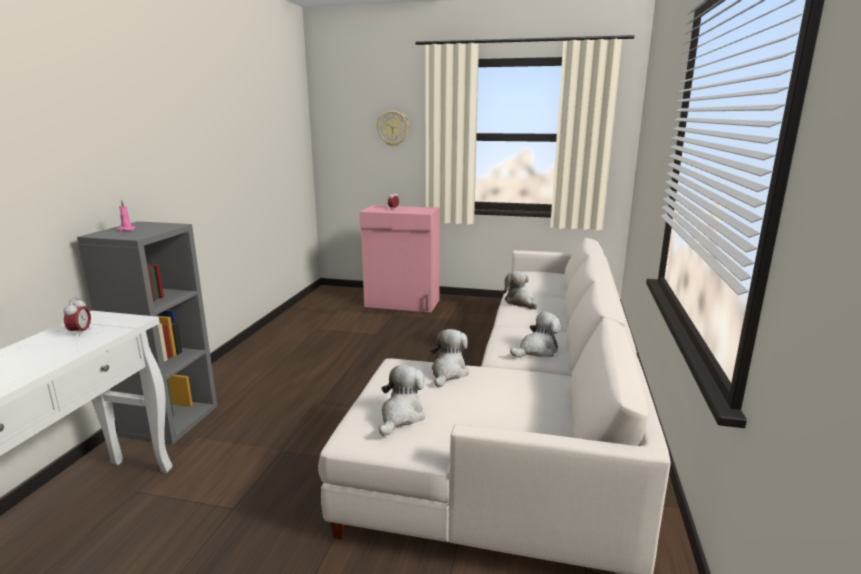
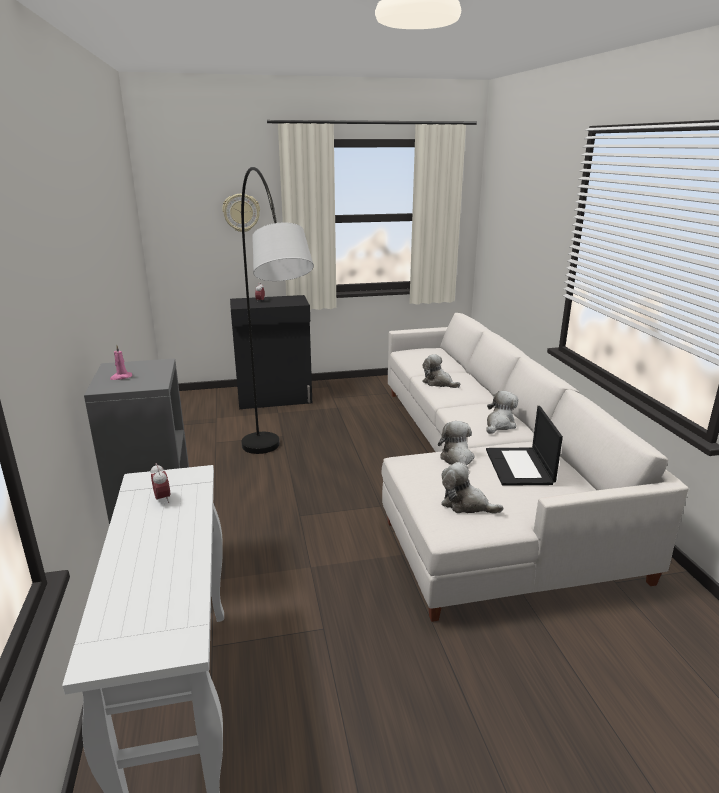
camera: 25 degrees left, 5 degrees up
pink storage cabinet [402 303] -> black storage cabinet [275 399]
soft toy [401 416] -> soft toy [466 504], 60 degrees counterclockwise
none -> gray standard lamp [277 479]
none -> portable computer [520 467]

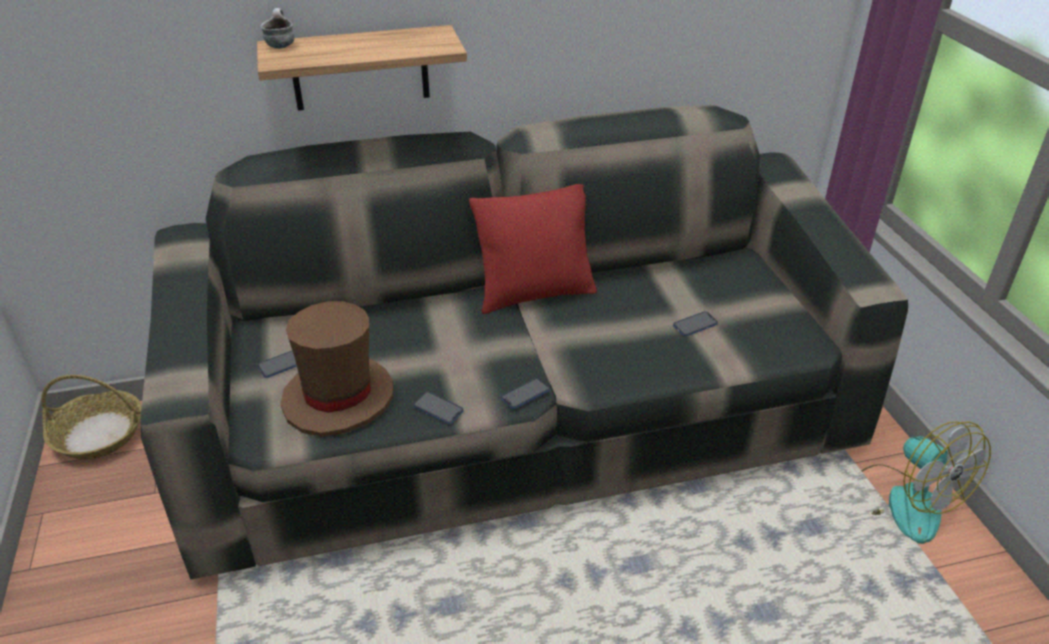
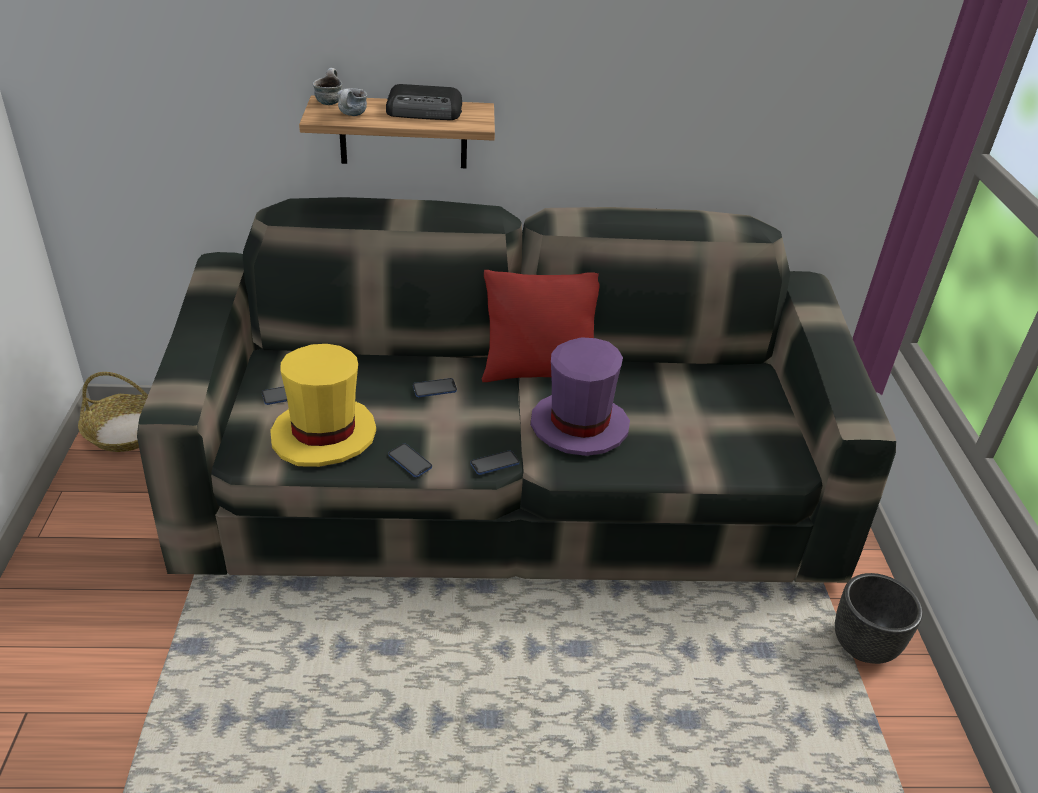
camera: 10 degrees right, 0 degrees up
brown-coloured clothing hat [339 398] -> yellow clothing hat [324 435]
phone [695 325] -> phone [434 389], shifted
cooling fan [901 502] -> black plant pot [864 645]
none -> coffee mug [352 115]
none -> radio receiver [425 111]
none -> purple clothing hat [579 426]

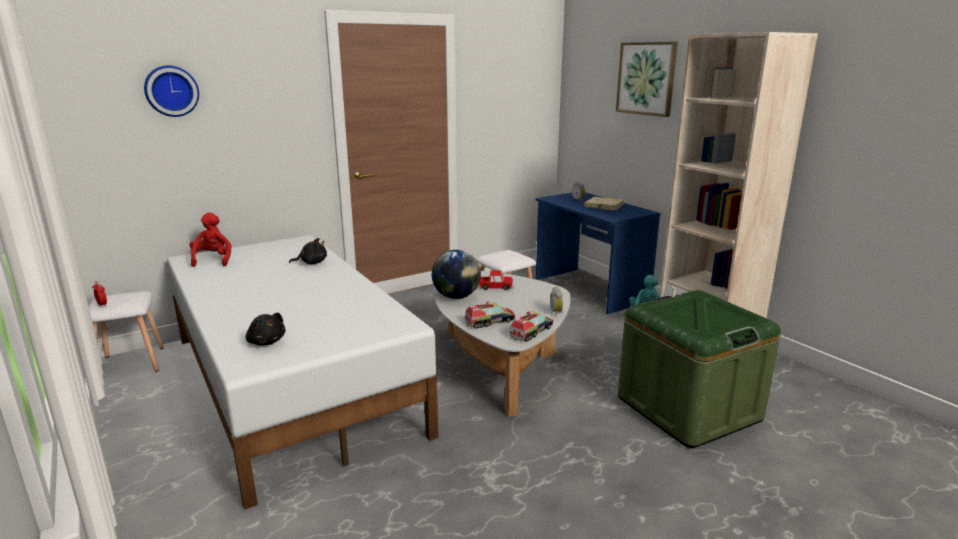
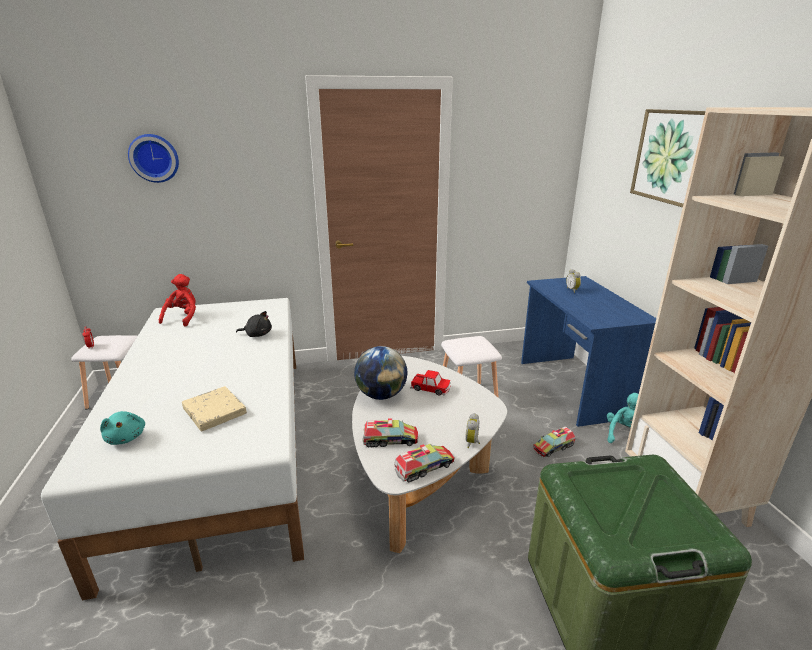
camera: 20 degrees right, 5 degrees up
black soft toy [266 342] -> blue-green soft toy [126 437]
beige bound book [604 206] -> beige bound book [214 411], shifted
none -> model truck [553 447]

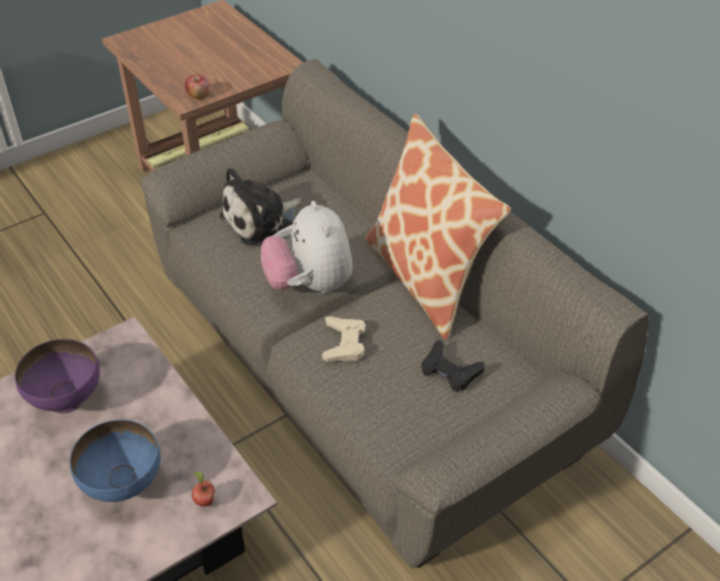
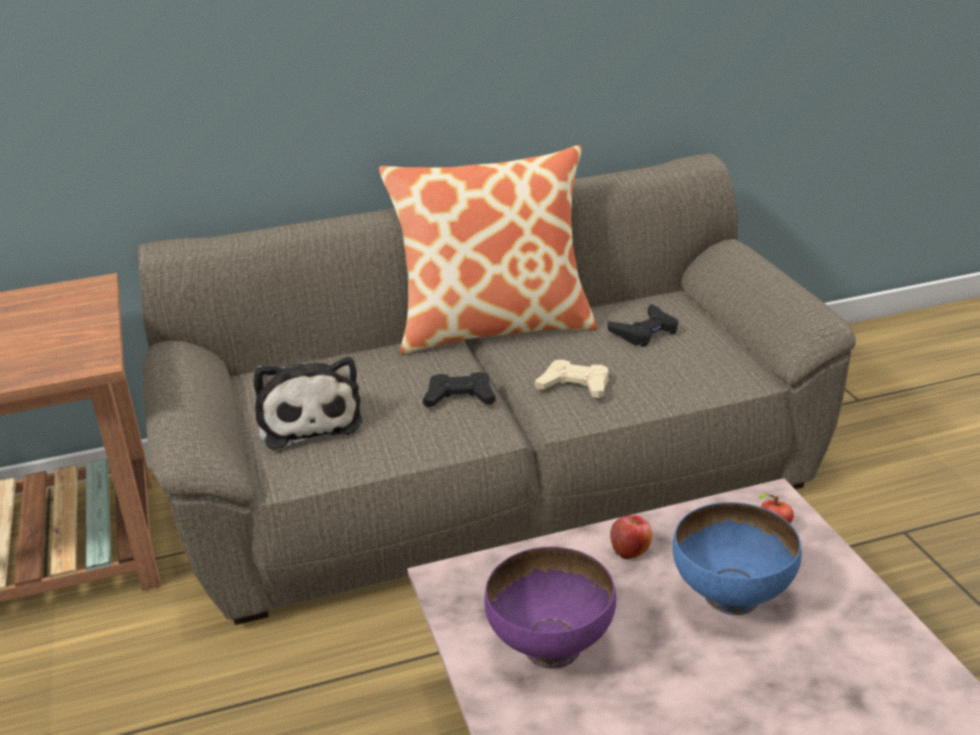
camera: 70 degrees left, 15 degrees down
apple fruit [198 95] -> apple fruit [631 550], shifted
soft toy [309 284] -> black gamepad [460 397]

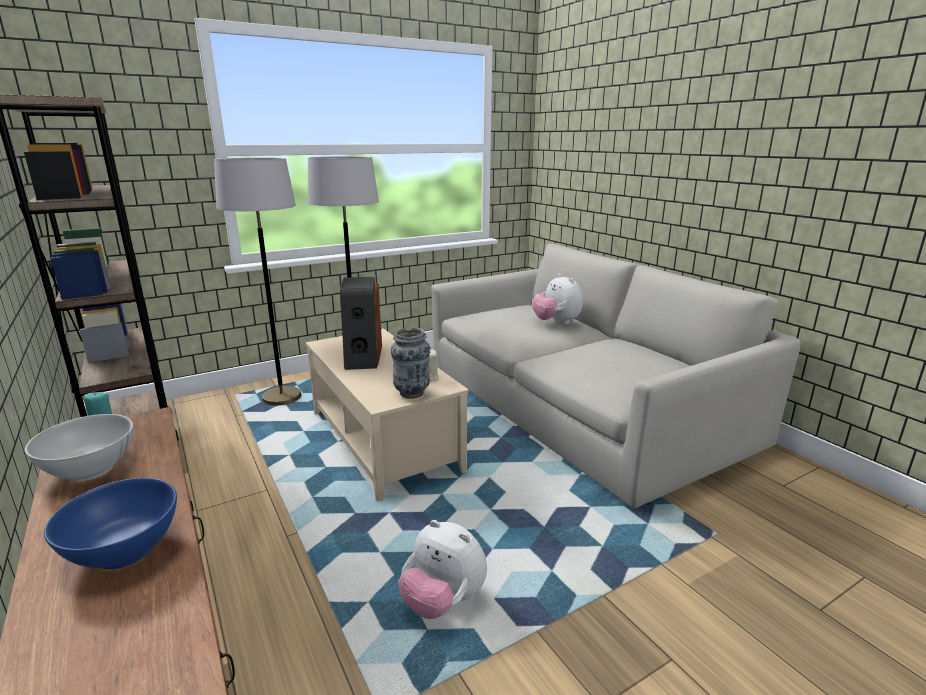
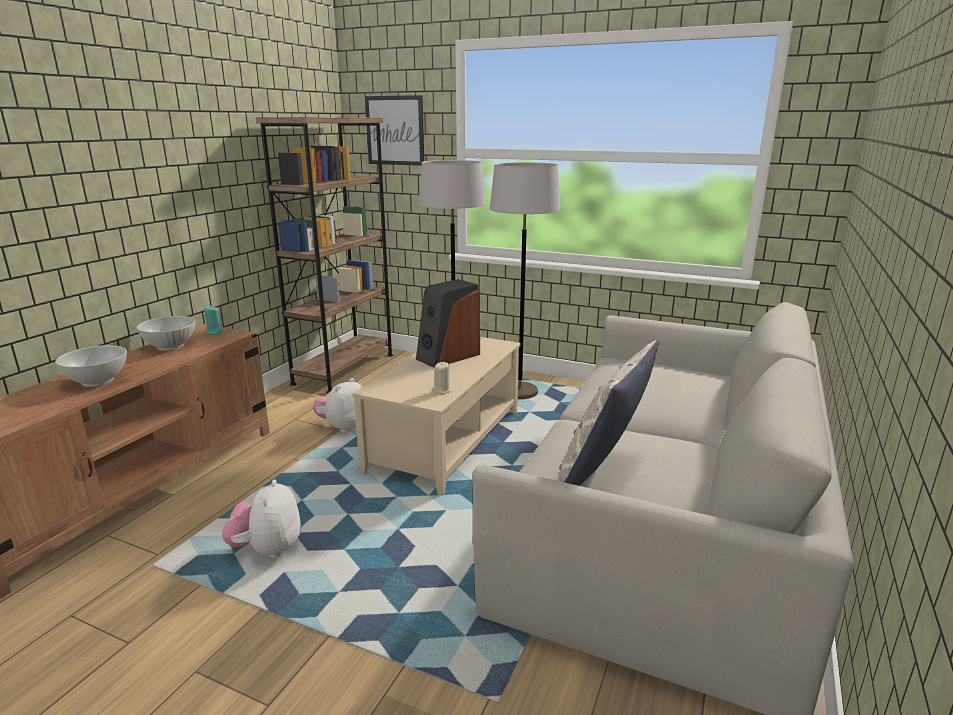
camera: 55 degrees right, 0 degrees up
blue bowl [125 551] -> whitish bowl [97 381]
vase [412 393] -> none
soft toy [556 322] -> soft toy [343 427], shifted
none -> wall picture [395 130]
none -> throw pillow [600 478]

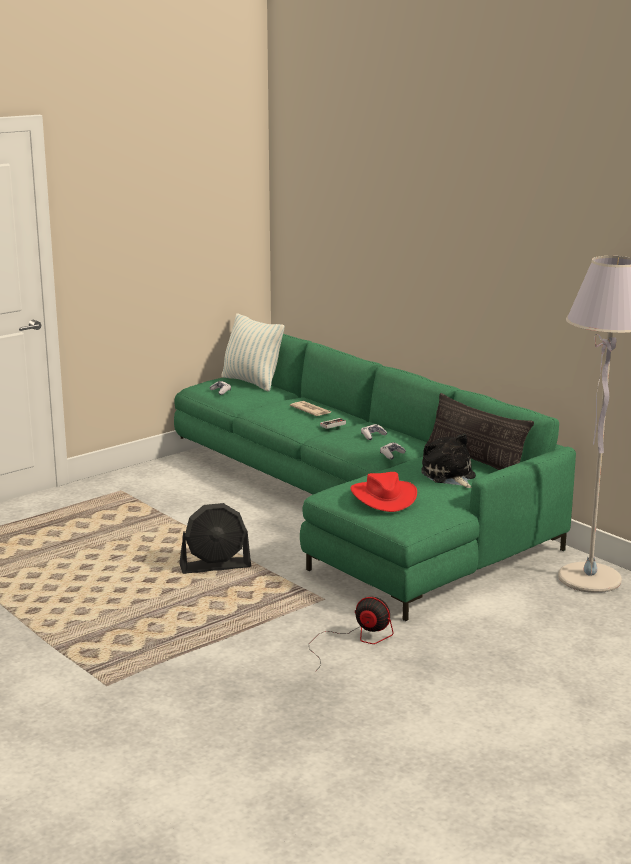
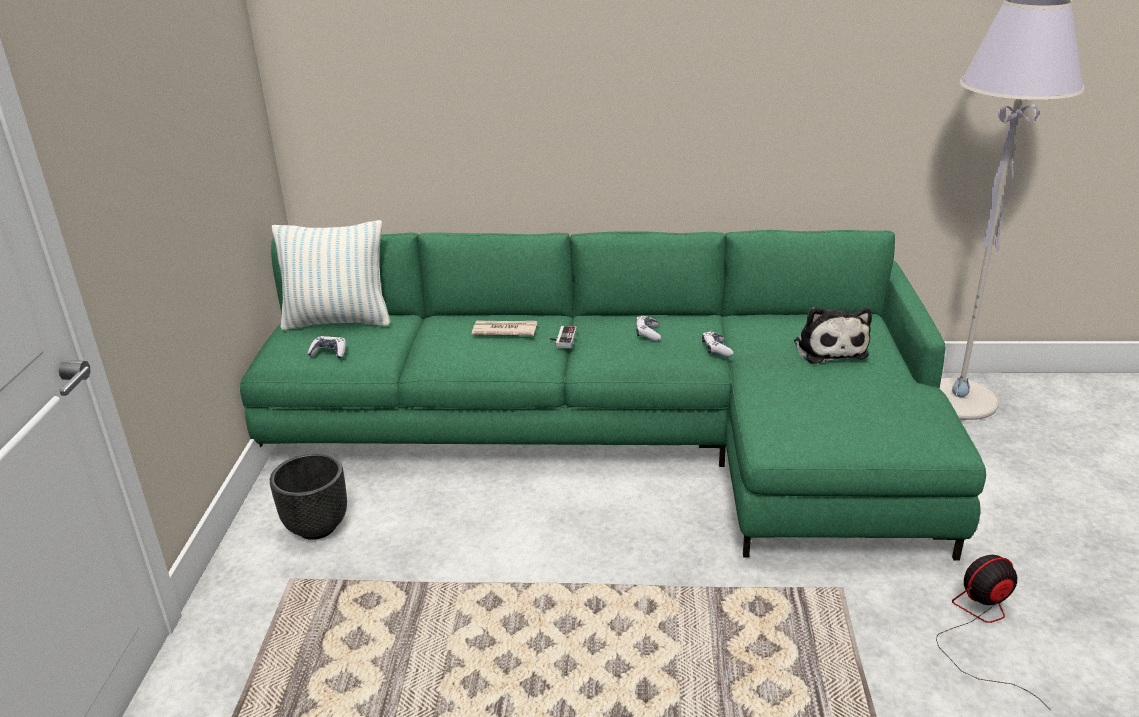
camera: 45 degrees left, 10 degrees up
black cooling fan [215 566] -> none
reddish clothing hat [383 497] -> none
soft toy [449 476] -> soft toy [829 348], 120 degrees counterclockwise
throw pillow [475 462] -> none
none -> black plant pot [318 527]

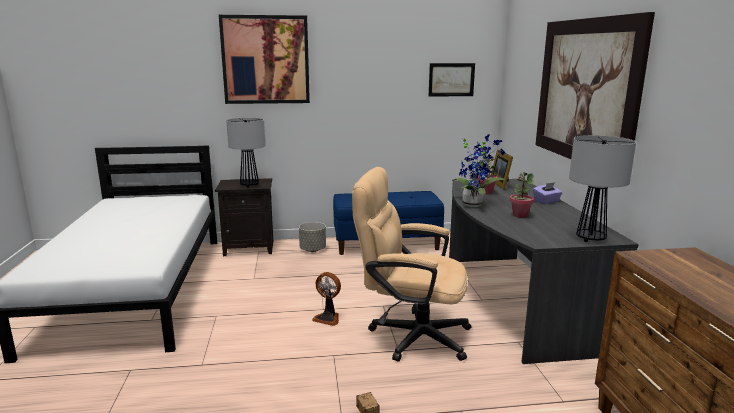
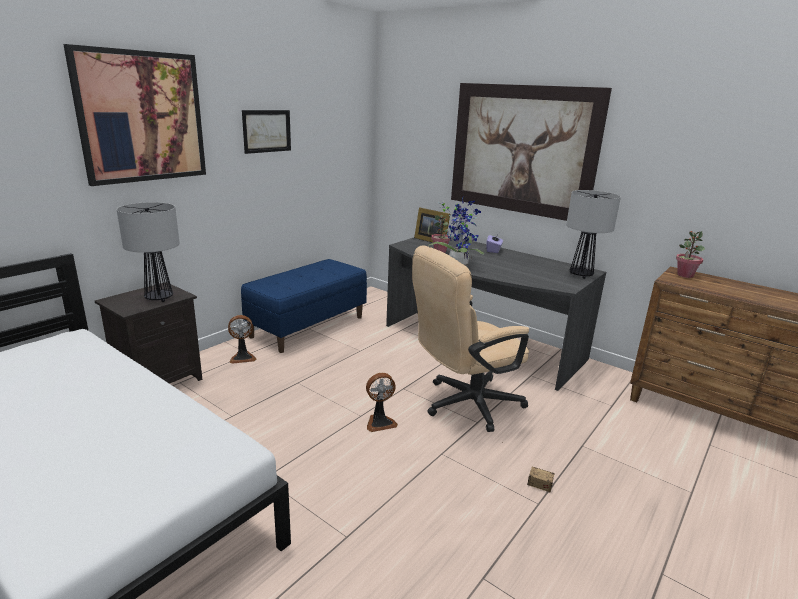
camera: 45 degrees left, 5 degrees up
gray plant pot [313 249] -> cooling fan [243 357]
wall picture [451 79] -> wall picture [267 131], shifted
houseplant [520 215] -> houseplant [684 275], shifted

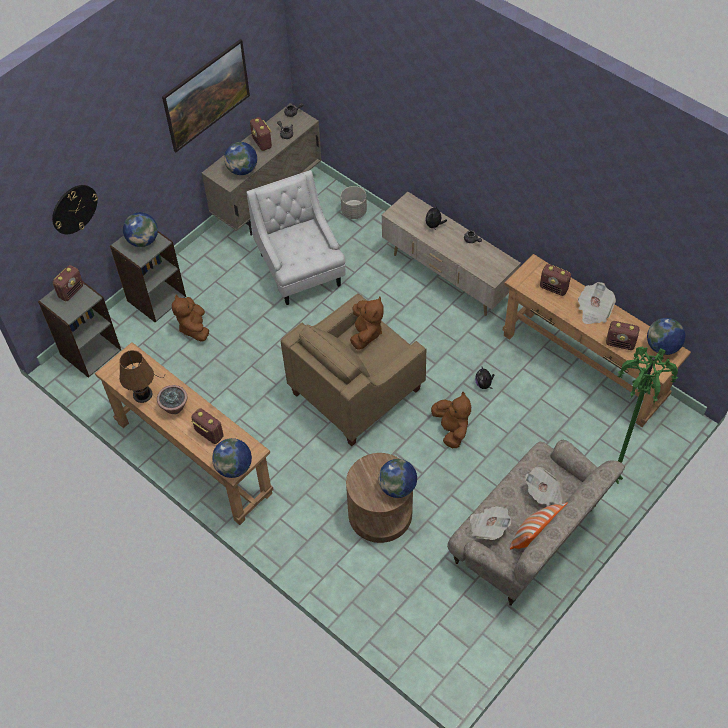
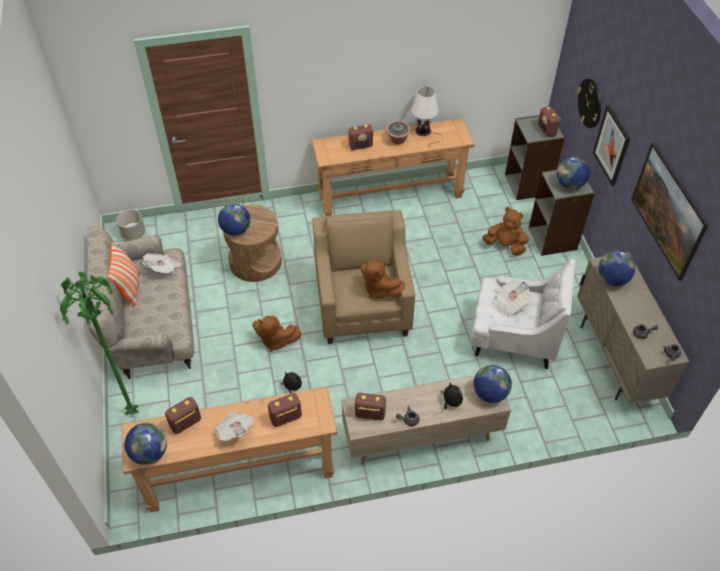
camera: 125 degrees right, 5 degrees down
brown-coloured table lamp [143 392] -> whitish table lamp [424 132]
globe [234 467] -> globe [490 393], shifted
radio receiver [262 143] -> radio receiver [369 414], shifted
gray plant pot [353 212] -> gray plant pot [134 234], shifted
newspaper [543 493] -> newspaper [510 304], shifted
none -> wall picture [612 145]

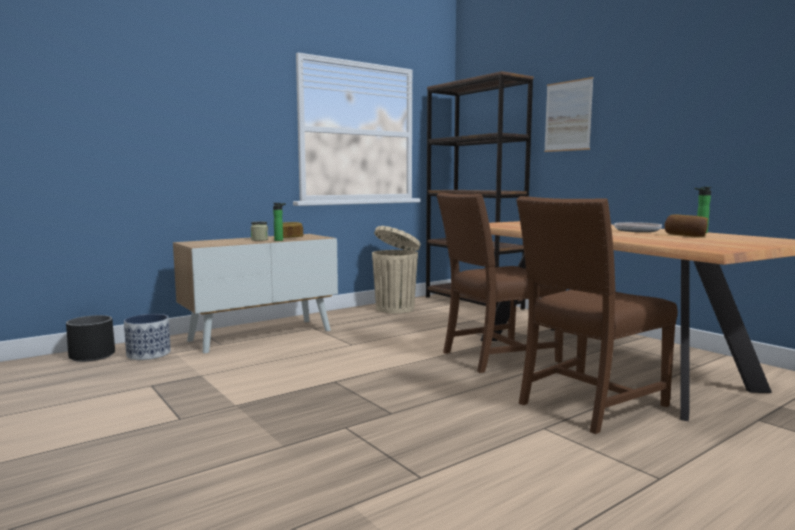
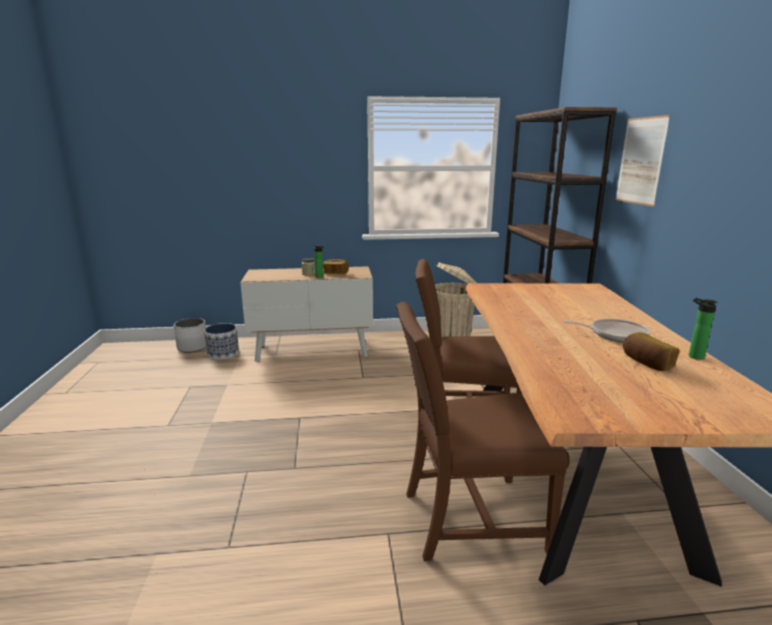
camera: 30 degrees right, 10 degrees up
black plant pot [92 356] -> whitish plant pot [193 347]

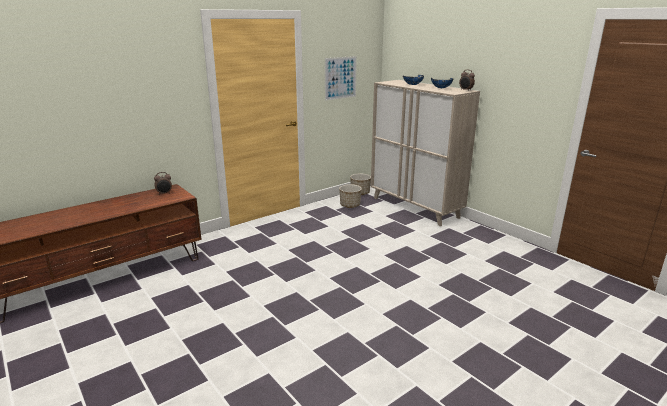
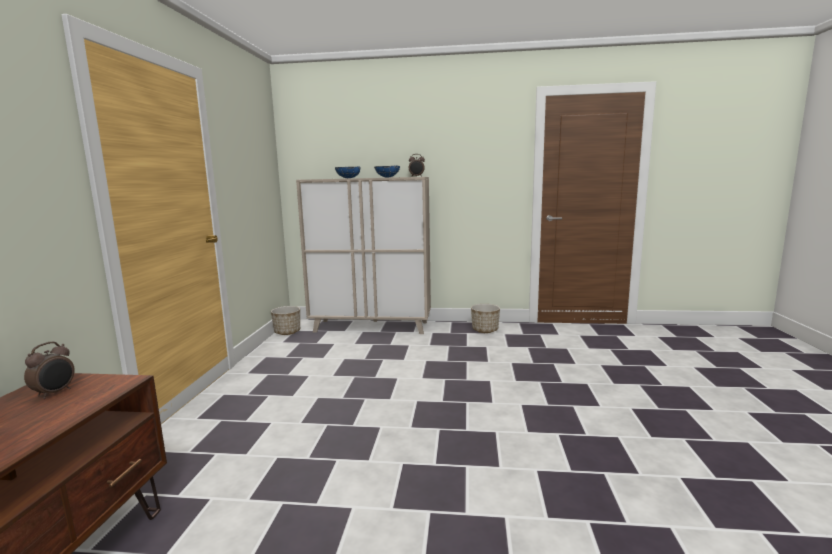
camera: 45 degrees left, 10 degrees down
wall picture [340 78] -> none
plant pot [350 205] -> plant pot [485 330], shifted

